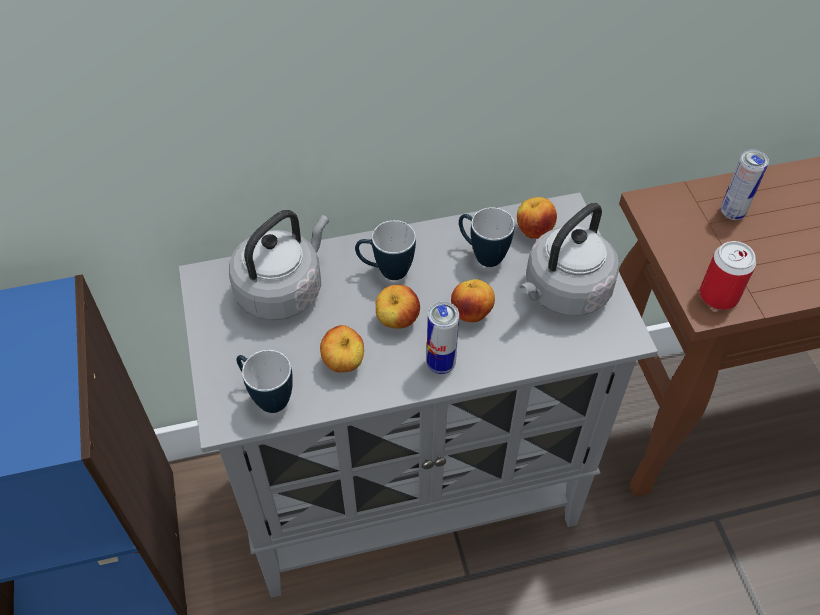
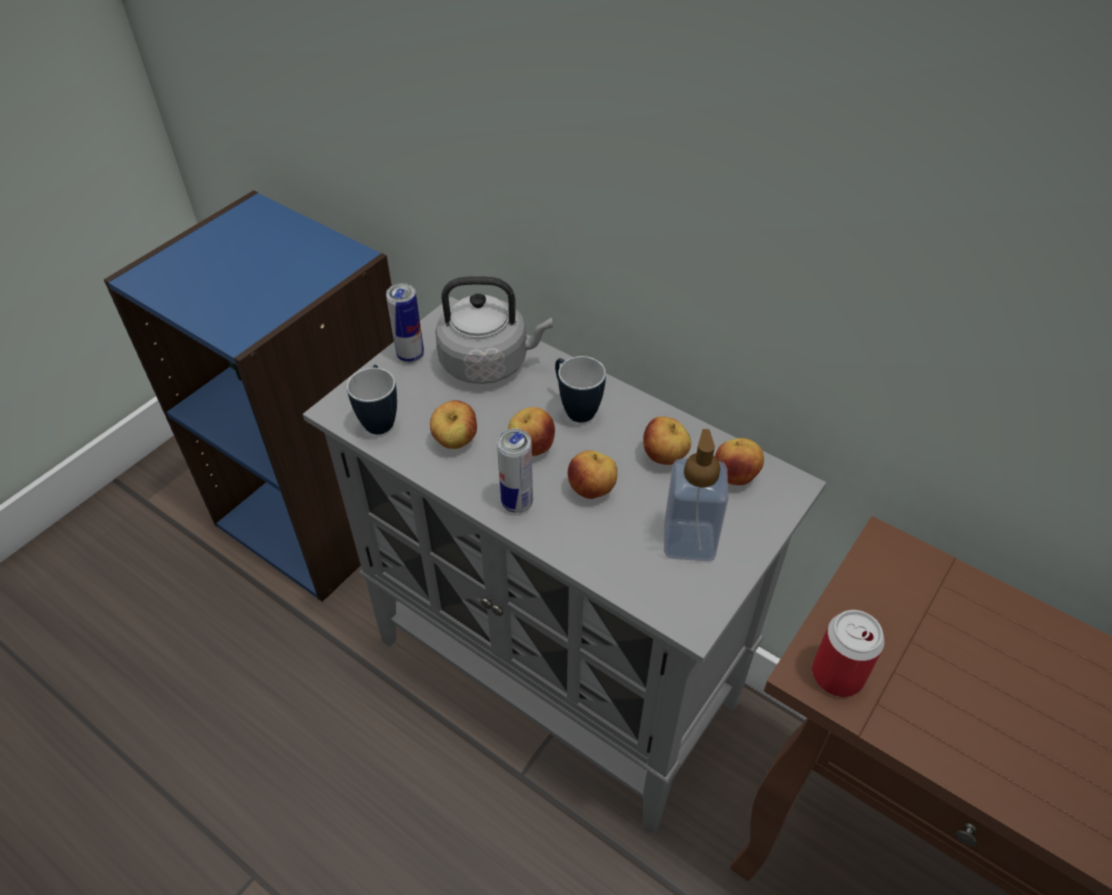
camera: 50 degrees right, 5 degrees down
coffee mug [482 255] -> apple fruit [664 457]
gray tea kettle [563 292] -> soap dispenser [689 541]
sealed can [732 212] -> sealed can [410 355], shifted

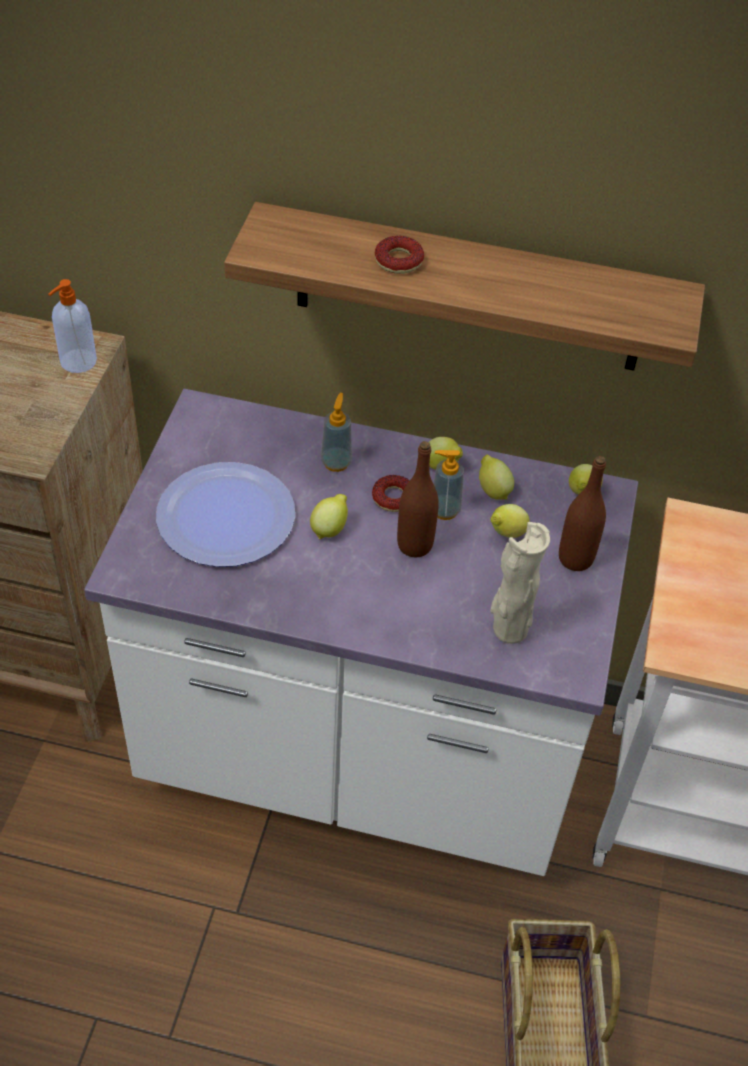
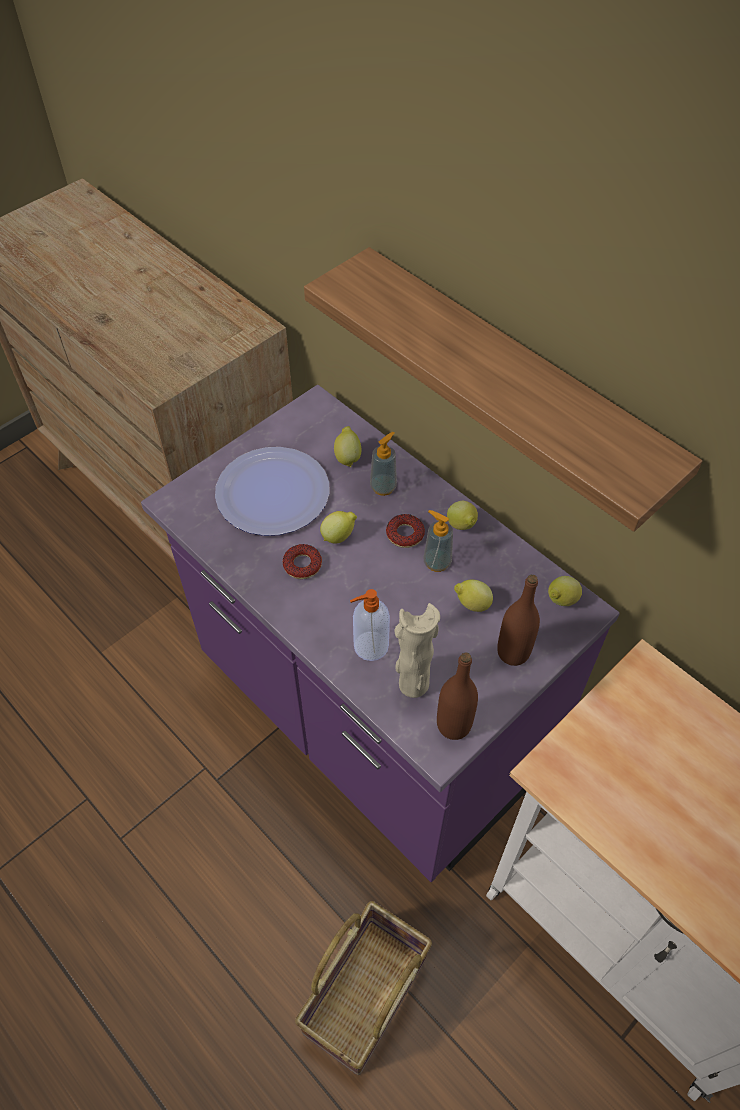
camera: 35 degrees right, 5 degrees up
soap dispenser [77 362] -> soap dispenser [369 646], shifted
whitish kitchen counter [359 758] -> purple kitchen counter [370 717]
doughnut [398 261] -> doughnut [302 565], shifted
brown-coloured drink bottle [414 545] -> brown-coloured drink bottle [453 725], shifted
lemon [492 490] -> lemon [347 457], shifted

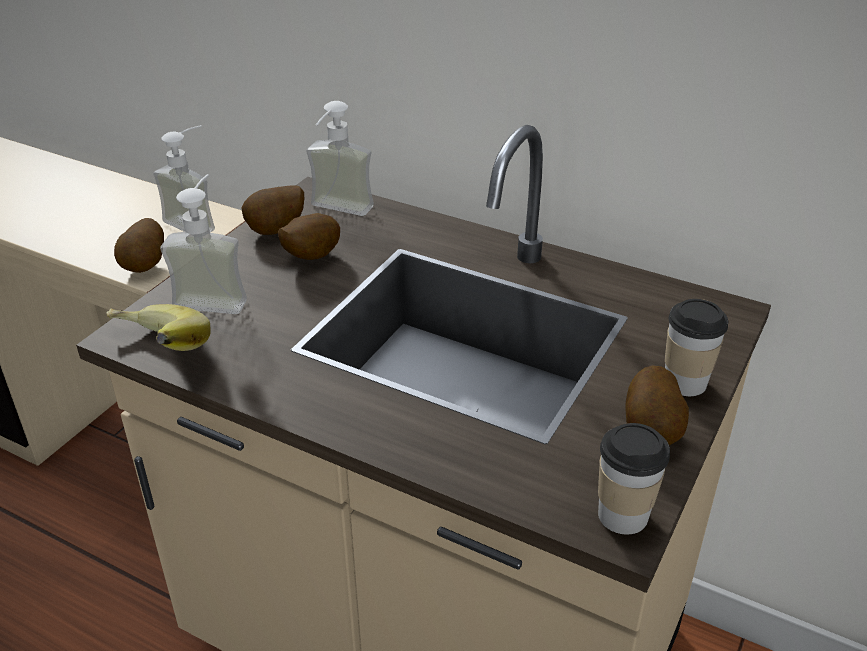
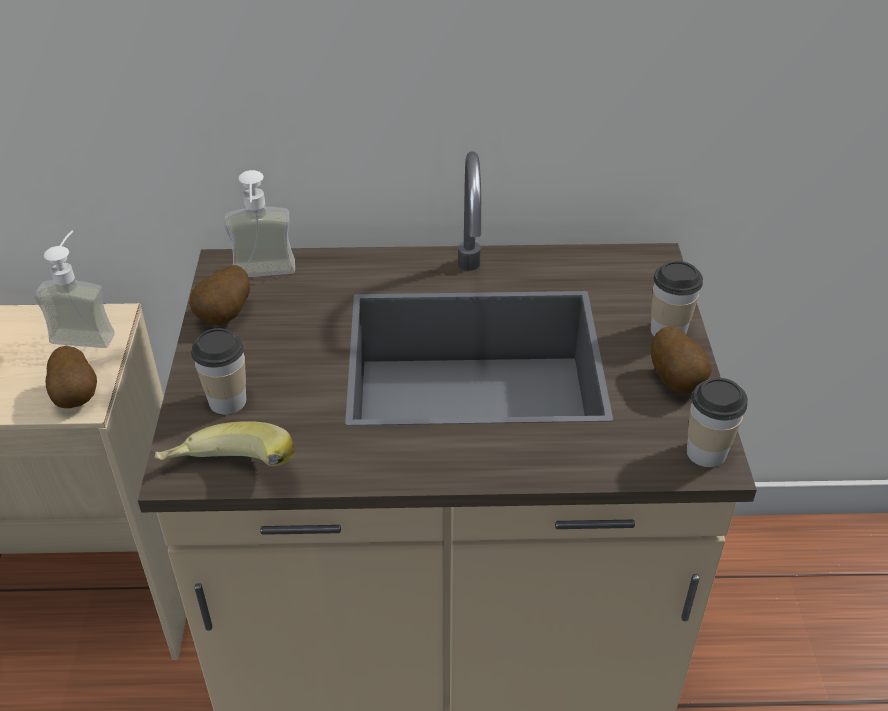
camera: 30 degrees left, 5 degrees up
soap dispenser [215 296] -> drinking cup [227 401]
whole potato [309 257] -> none

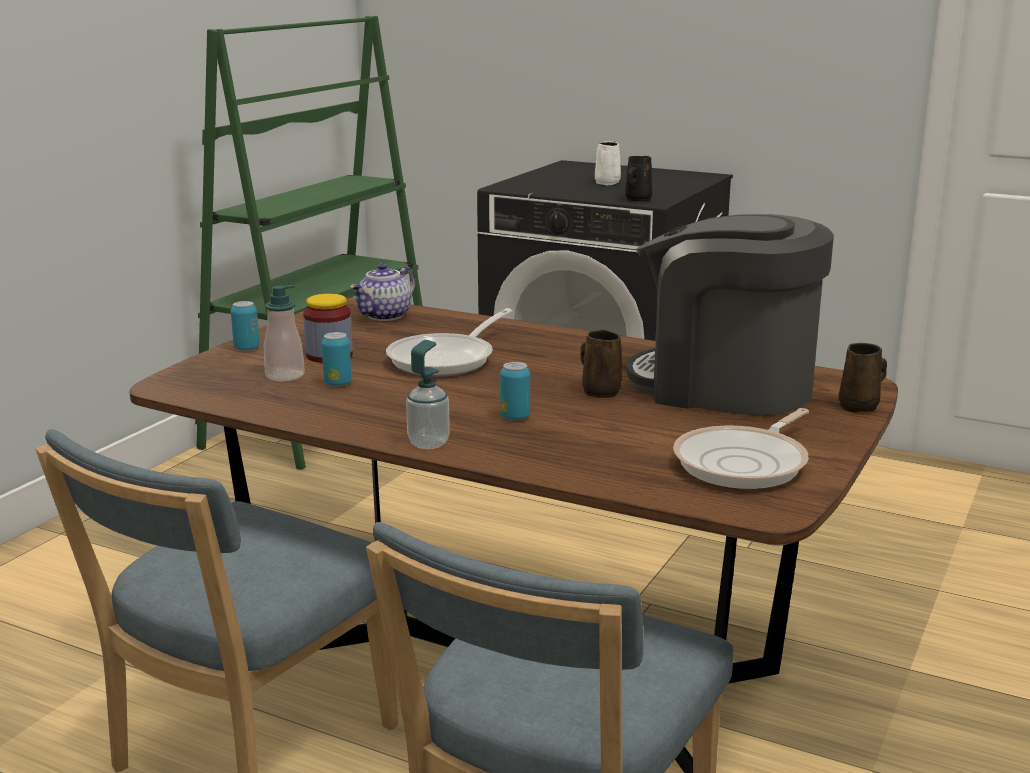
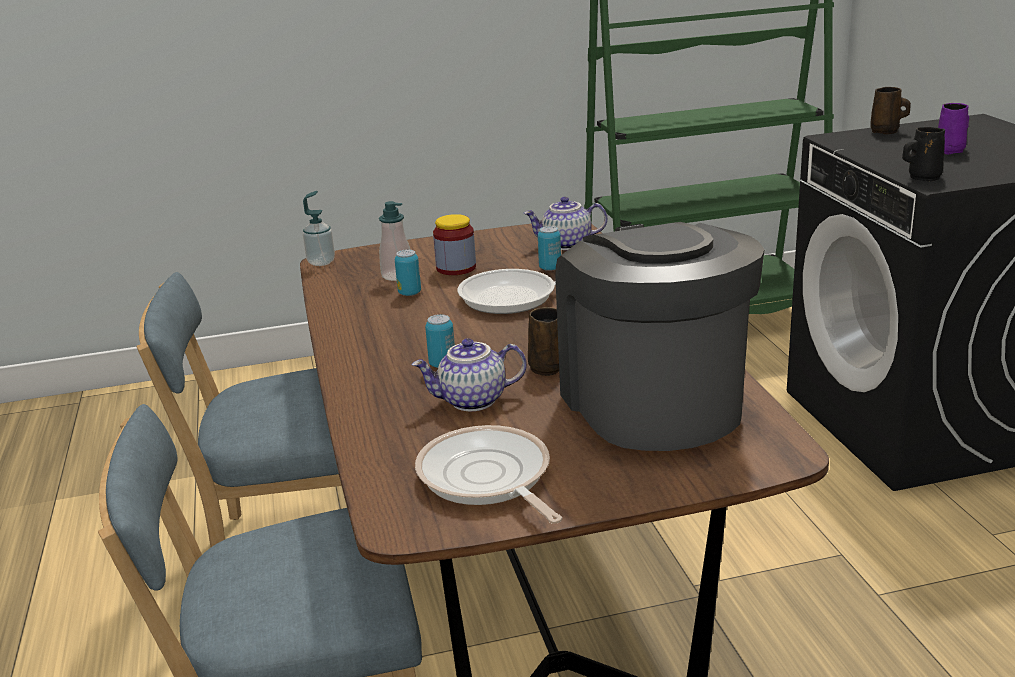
camera: 50 degrees right, 5 degrees up
sealed can [246 348] -> sealed can [550 268], shifted
soap dispenser [428 443] -> soap dispenser [321 262], shifted
whitish coffee mug [607 183] -> purple coffee mug [950 151]
frying pan [745 463] -> frying pan [487 479], 60 degrees clockwise
brown-coloured coffee mug [860 406] -> brown-coloured coffee mug [886 132], shifted
none -> teapot [472 401]

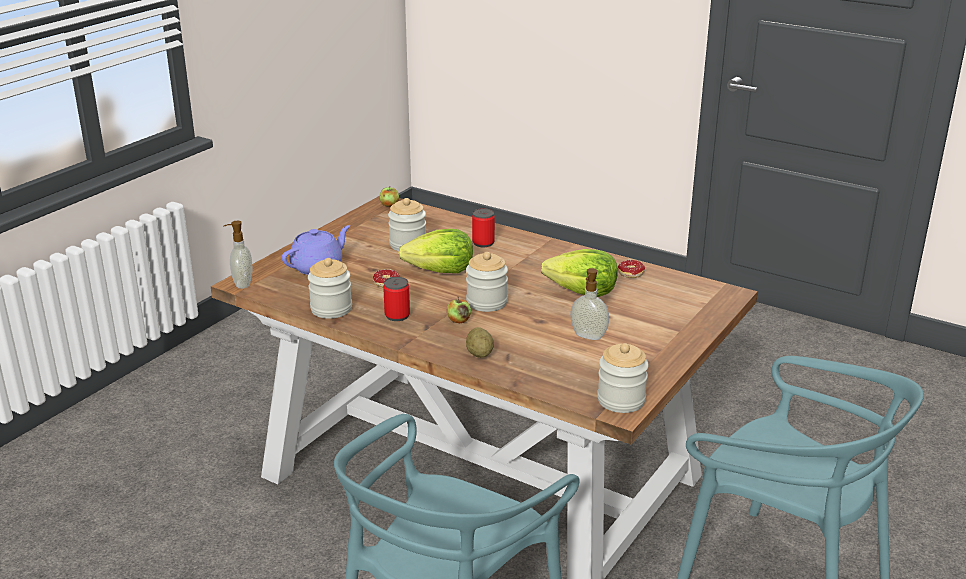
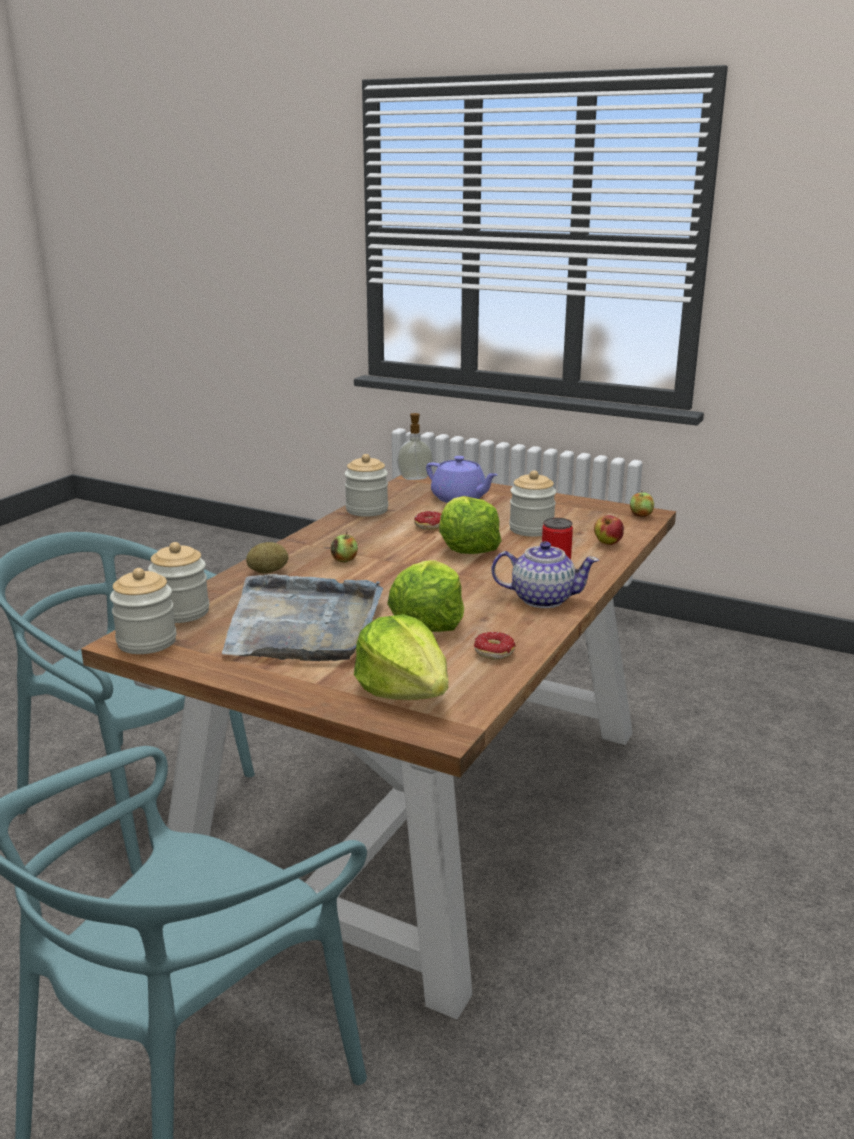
camera: 85 degrees right, 5 degrees down
sealed can [397 315] -> none
storage jar [486 302] -> storage jar [181 612], shifted
soap dispenser [588 336] -> gray serving tray [303 624]
none -> lettuce [404 690]
none -> teapot [542 599]
none -> apple fruit [607 543]

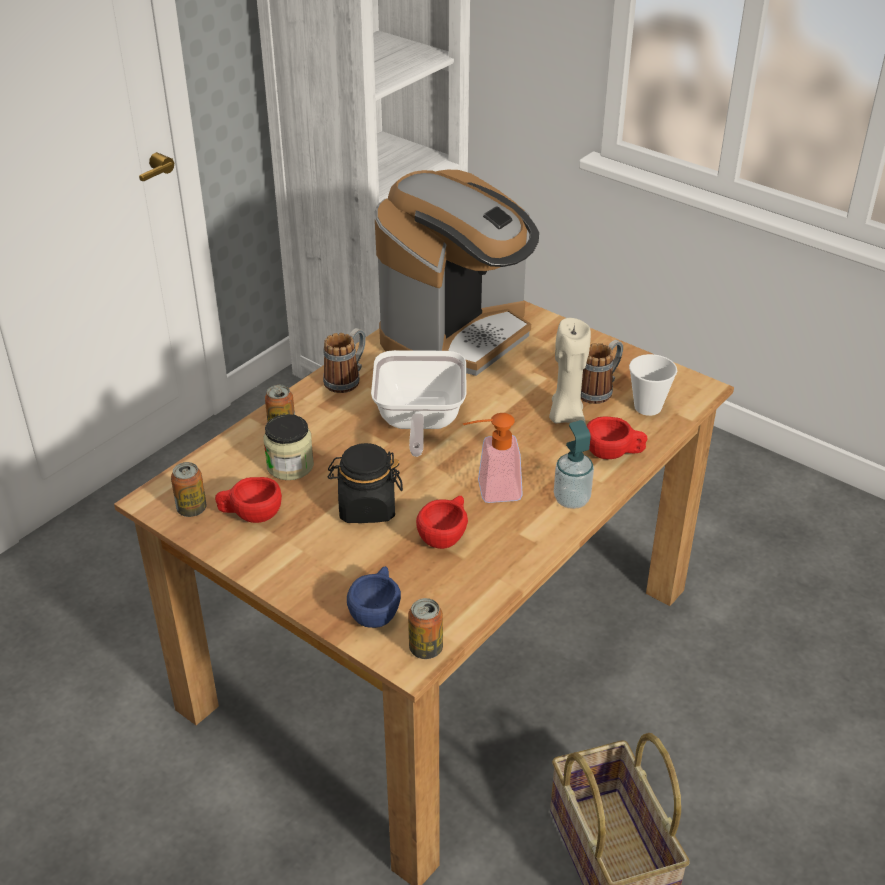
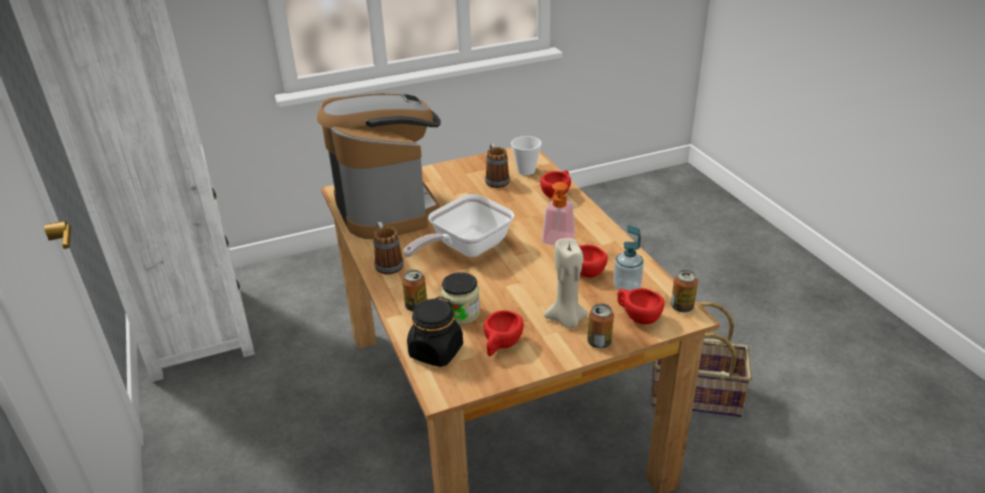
camera: 60 degrees left, 5 degrees down
sealed can [192 509] -> sealed can [599 342], shifted
black storage jar [366 507] -> black storage jar [436 351], shifted
blue drinking cup [377 611] -> reddish drinking cup [637 316]
frying pan [418 423] -> frying pan [465 249], 105 degrees clockwise
beige wax light [565 416] -> beige wax light [566 320], shifted
soap dispenser [571 499] -> soap dispenser [627 287], shifted

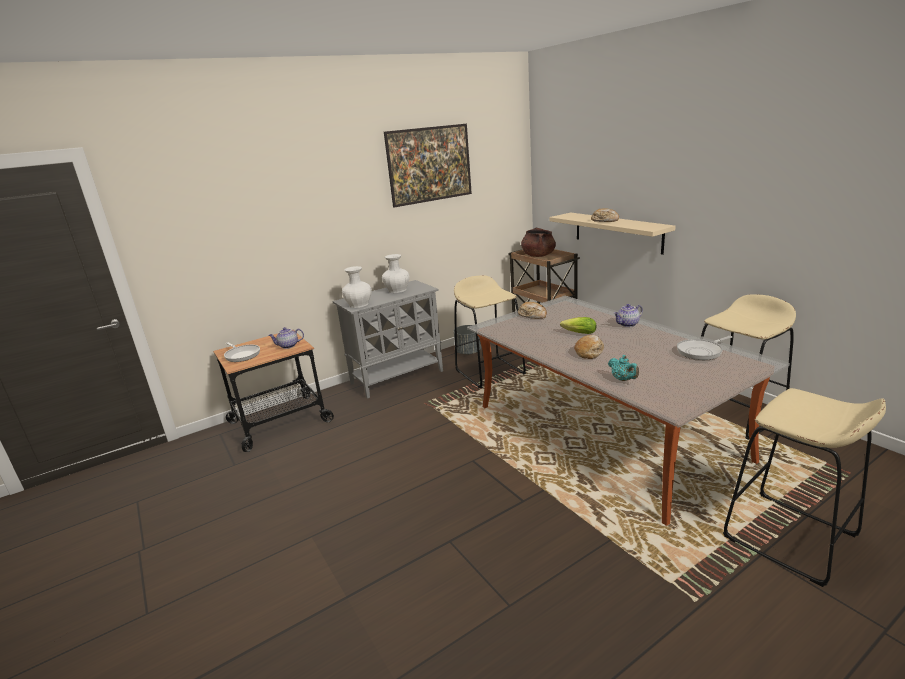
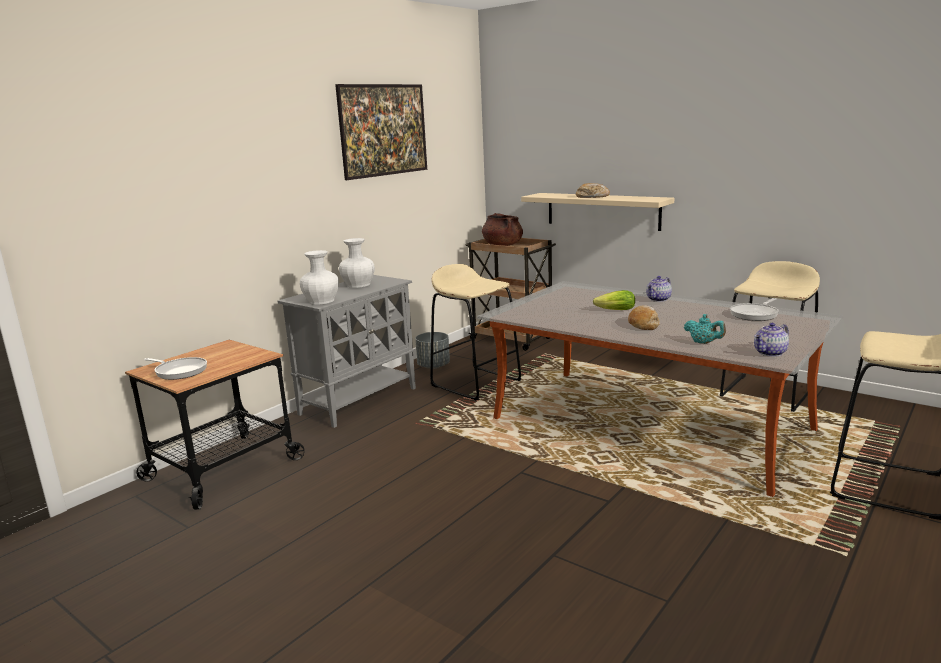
camera: 20 degrees left, 5 degrees down
teapot [288 346] -> teapot [770 353], shifted
bakery bread [532 315] -> none

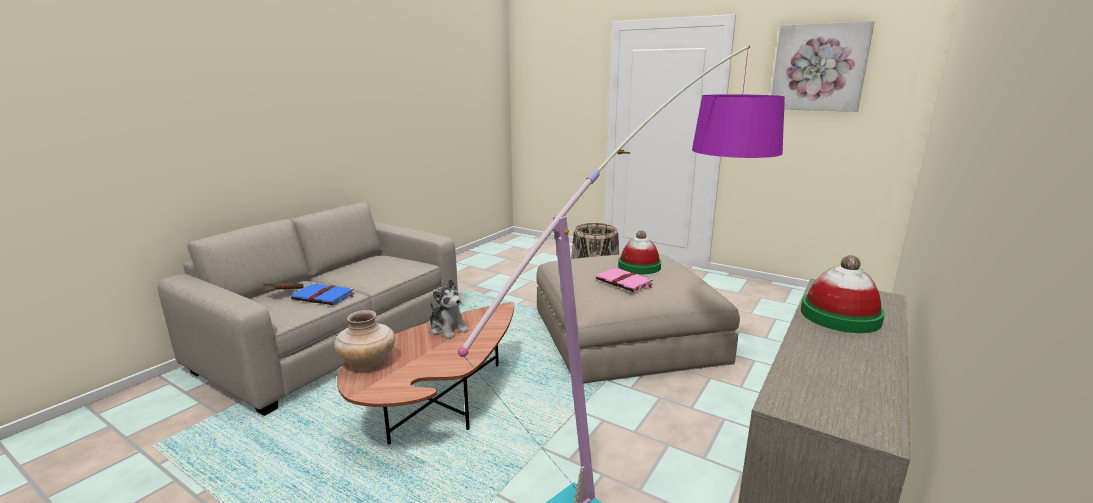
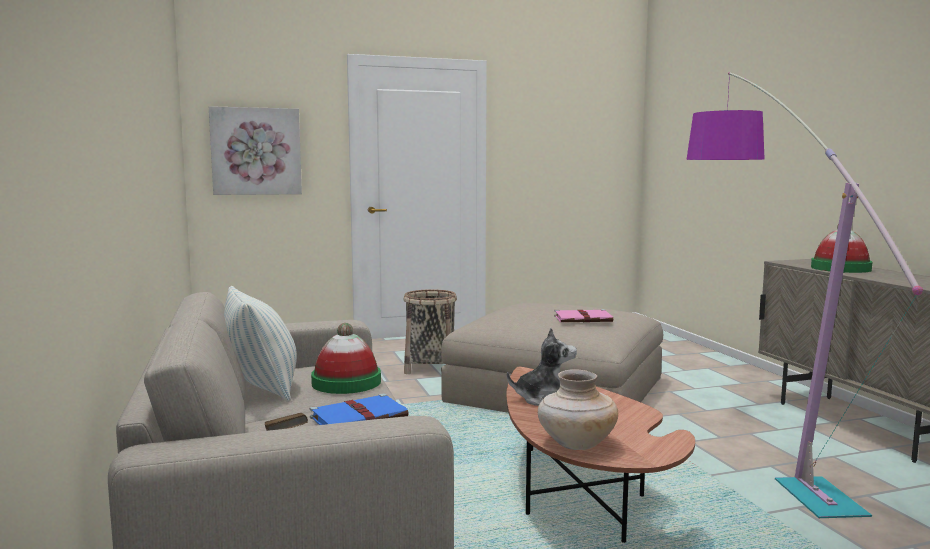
camera: 50 degrees left, 10 degrees down
clothing hat [639 266] -> clothing hat [346 382], shifted
wall picture [819 67] -> wall picture [256 151], shifted
none -> throw pillow [262 388]

